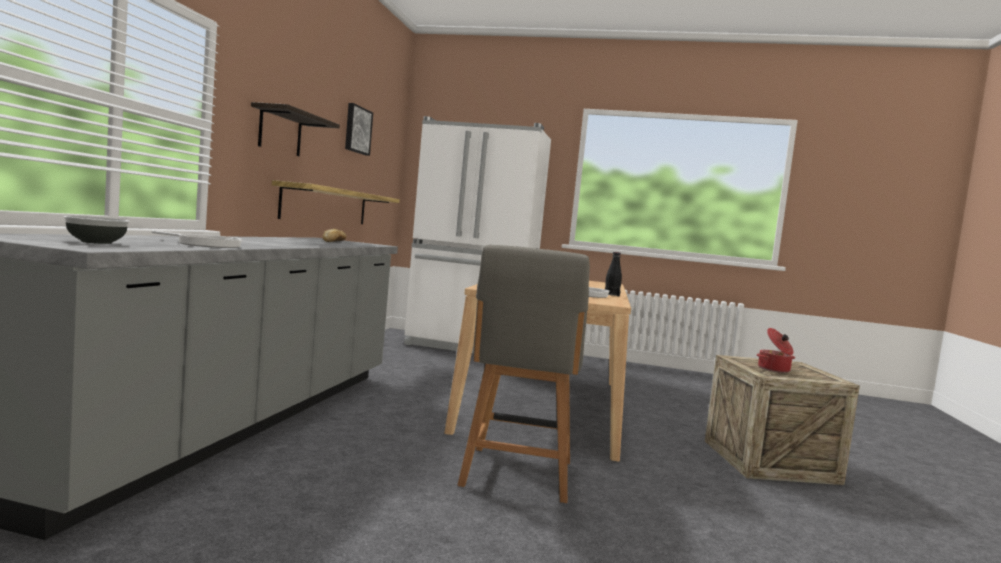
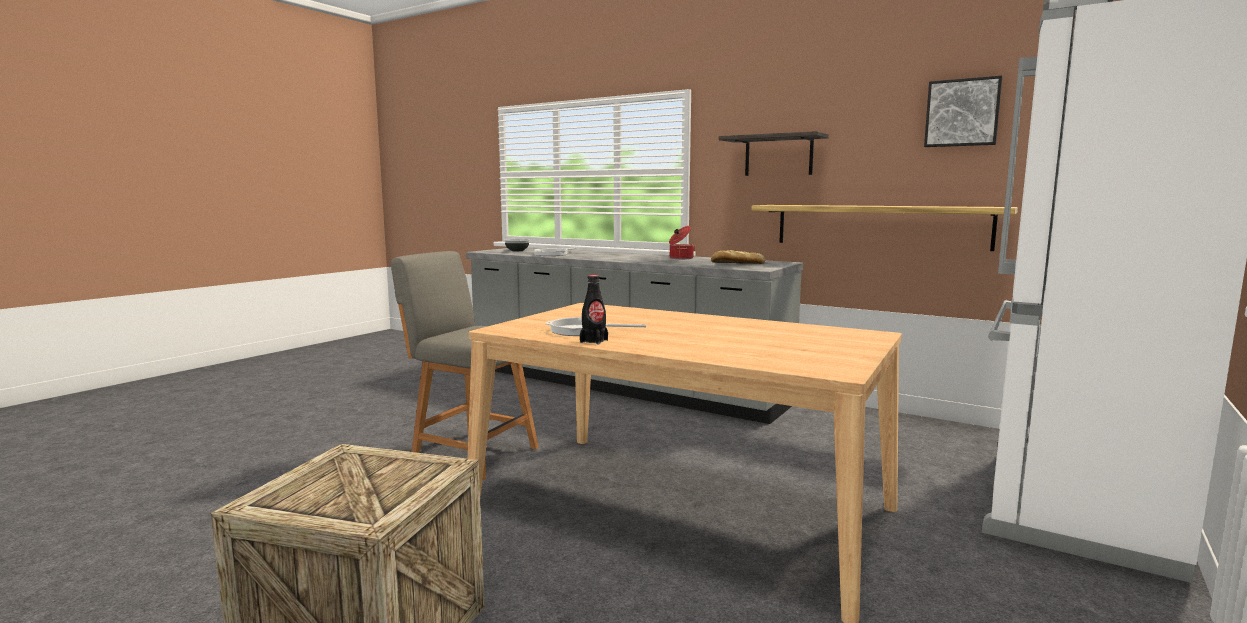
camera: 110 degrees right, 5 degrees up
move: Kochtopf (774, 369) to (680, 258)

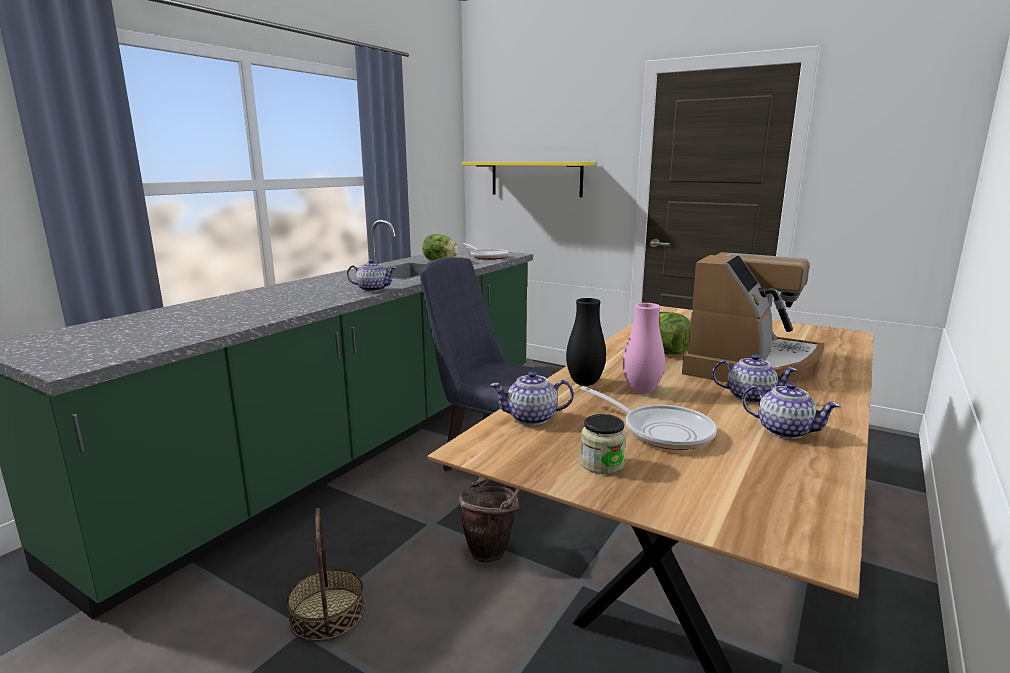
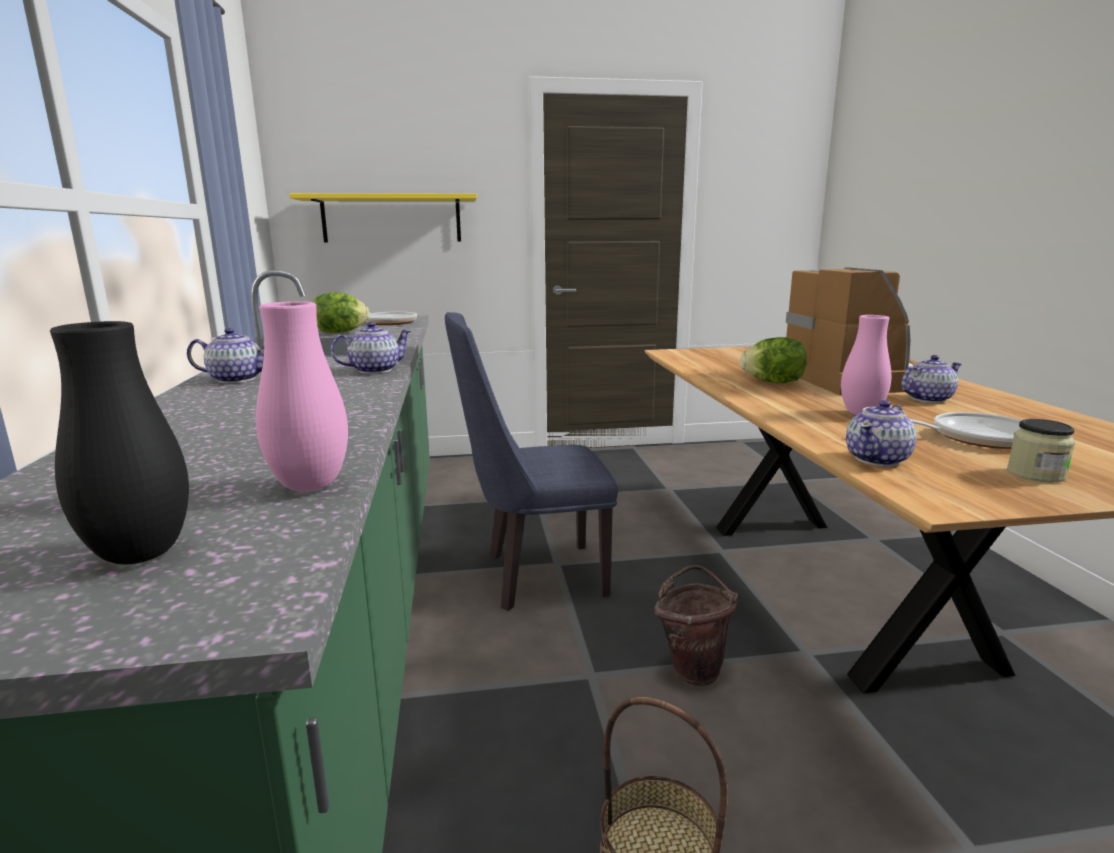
camera: 40 degrees left, 0 degrees up
insert: Vase/rosa (310, 486)
move: Vase/schwarz (584, 383) to (140, 554); Teekanne (784, 430) to (236, 379)

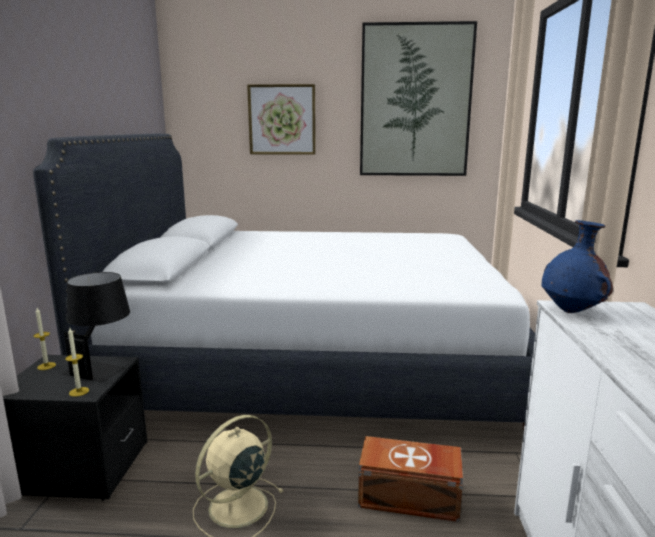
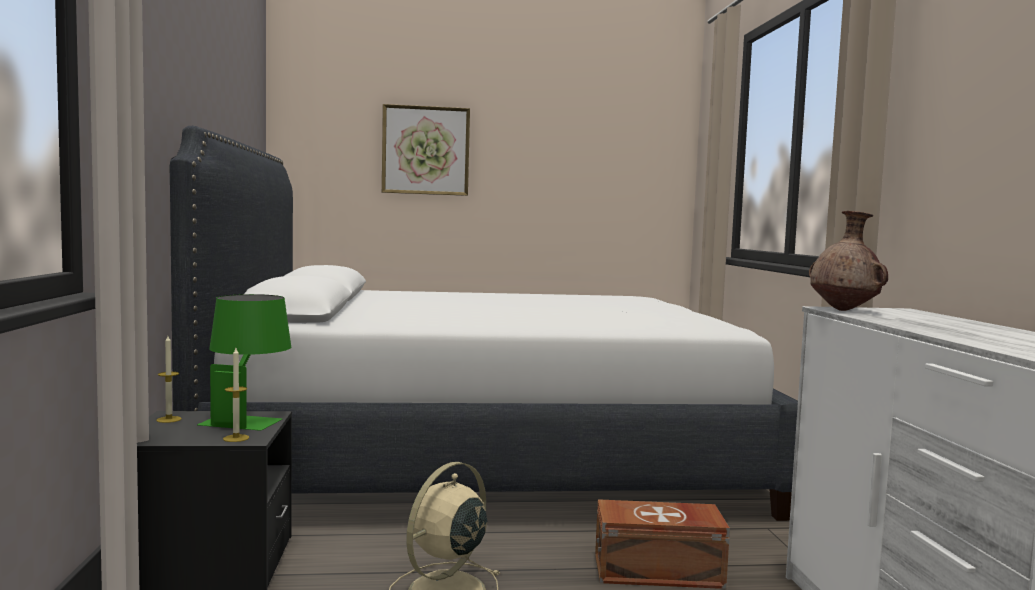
camera: 10 degrees left, 10 degrees down
delete: Bild (415, 101)
recolor: Vase/blau (572, 311) to Vase/braun (845, 310); Tischlampe/schwarz (102, 365) to Tischlampe/grün (248, 418)

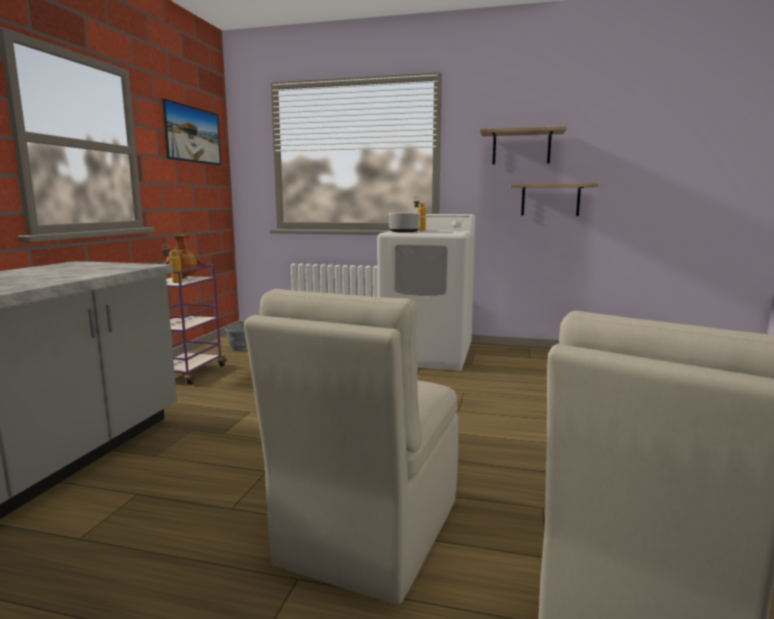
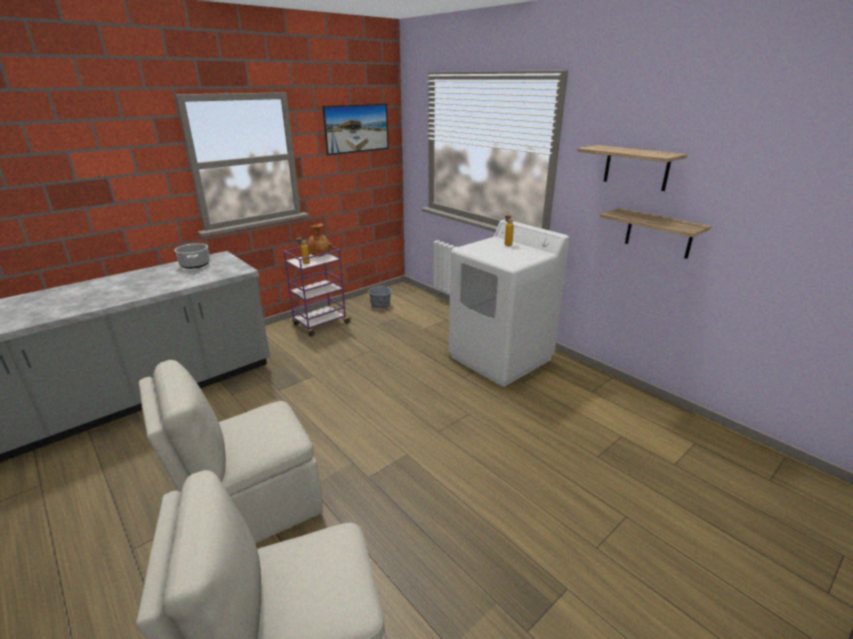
camera: 35 degrees right, 15 degrees up
move: Kochtopf (403, 231) to (194, 264)

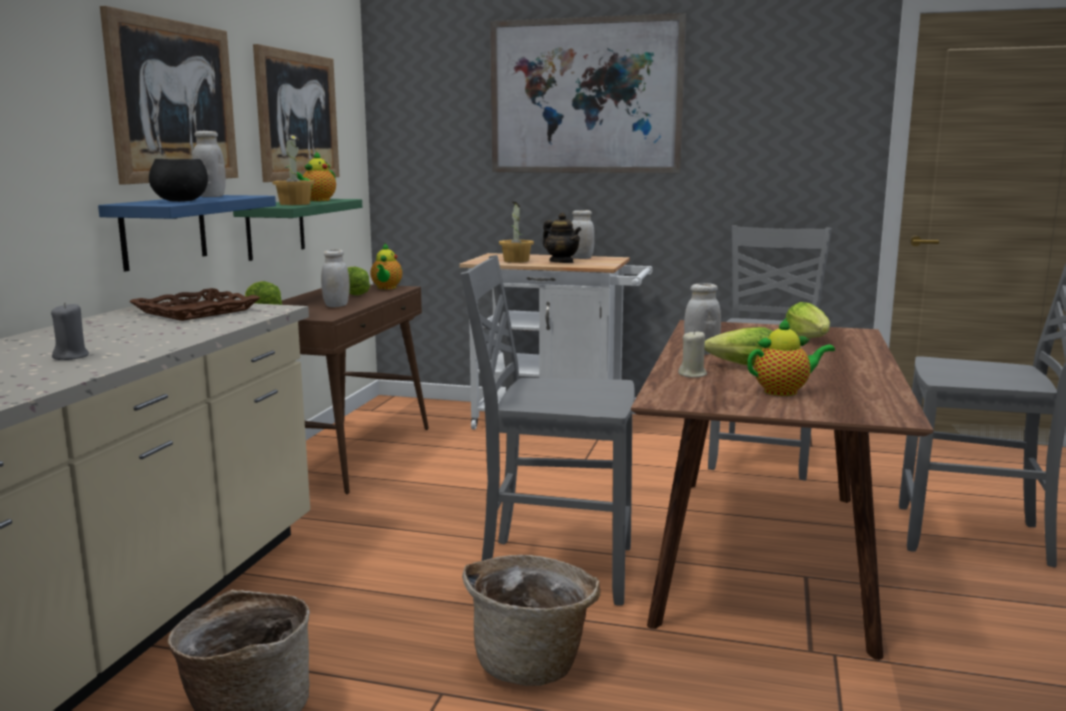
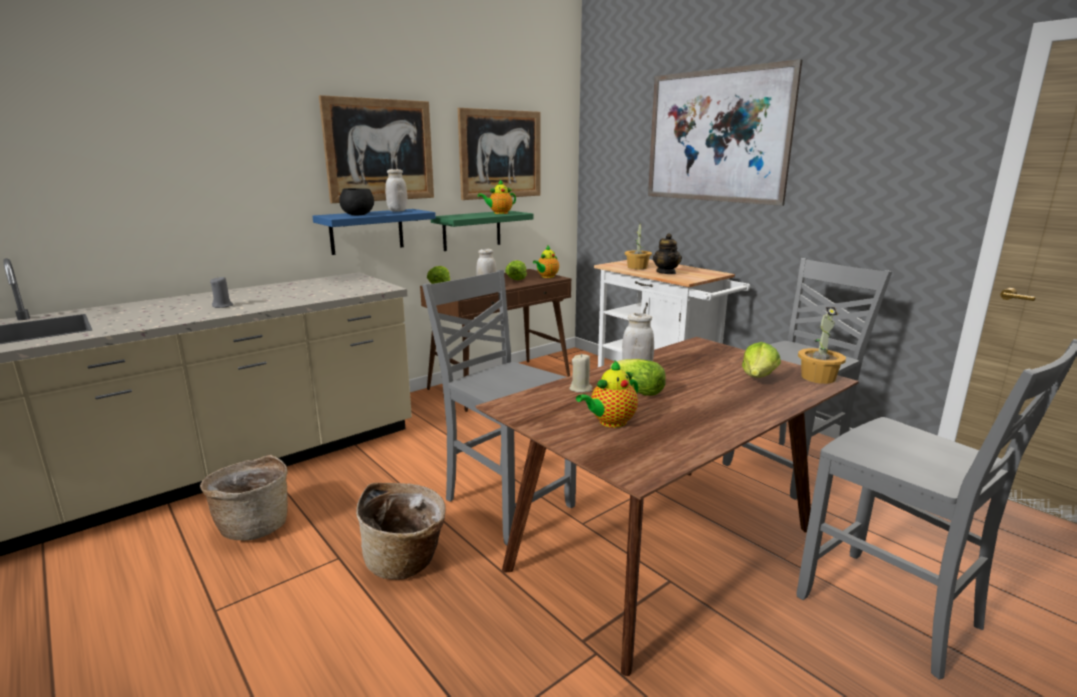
camera: 35 degrees right, 5 degrees up
delete: Vorratsglas/weiß (581, 258); Tablett/braun (196, 311)
move: Topfpflanze (294, 204) to (817, 377)
rotate: Teekanne (784, 391) = (610, 422) 120 degrees clockwise

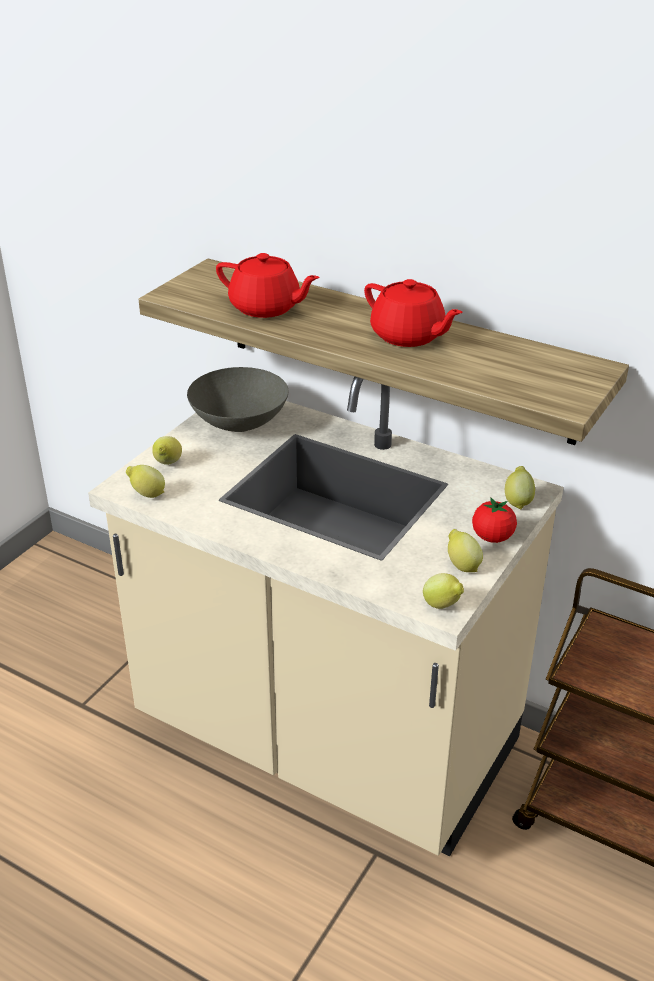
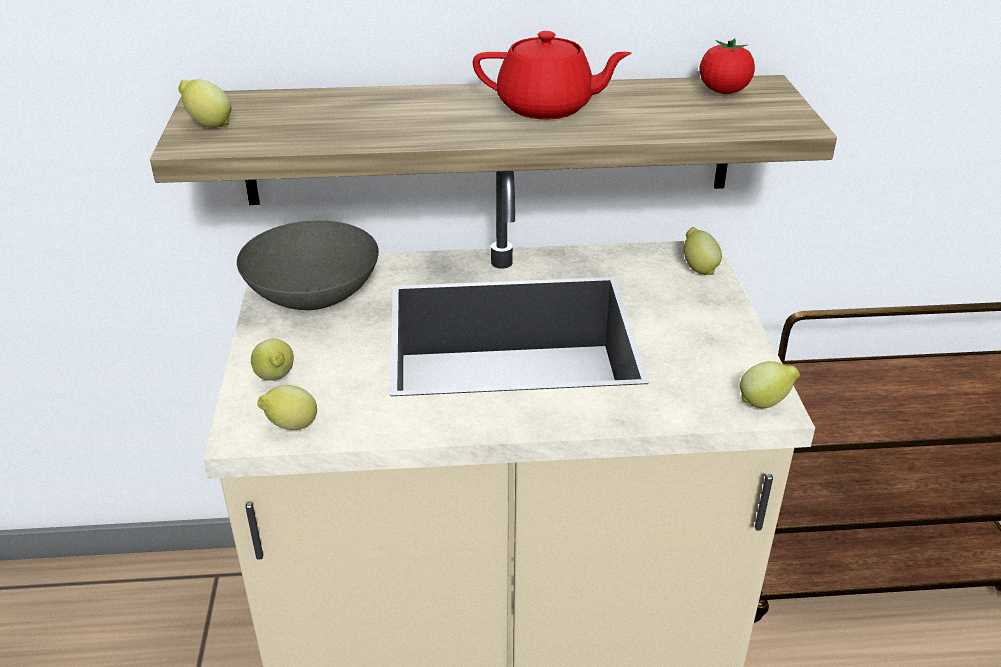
camera: 35 degrees left, 0 degrees up
delete: Teekanne/rot (266, 308)
move: Tomate (492, 537) to (723, 91); Zitrone (462, 565) to (208, 125)

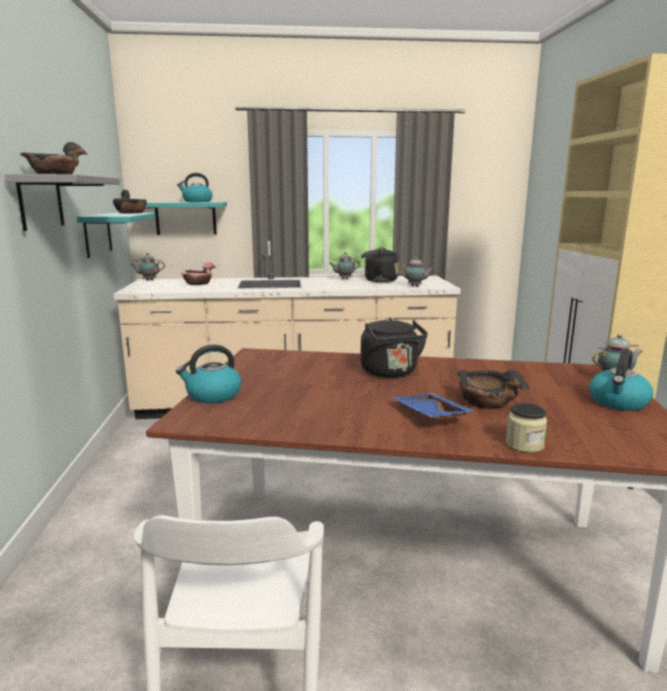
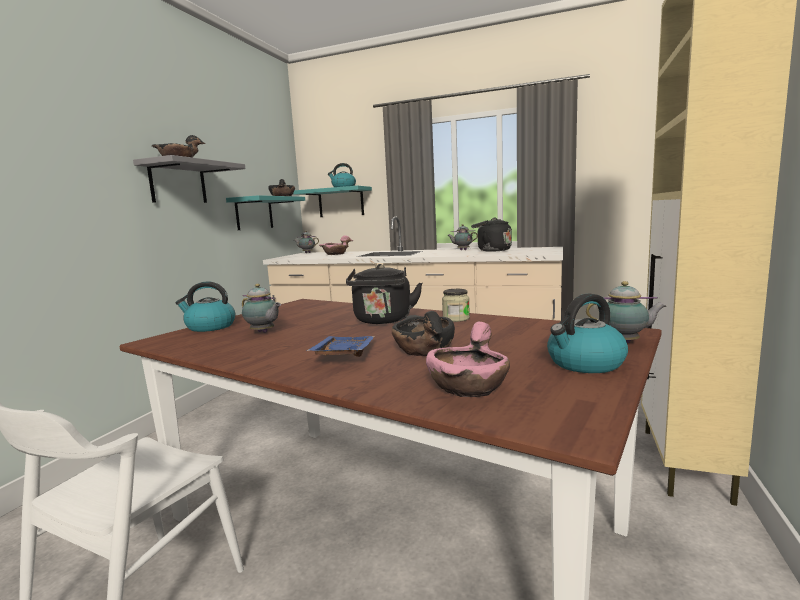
camera: 25 degrees right, 5 degrees down
insert: Schüssel/rosa (469, 387)
move: Teekanne (415, 286) to (263, 332); Vorratsglas (524, 444) to (456, 318)

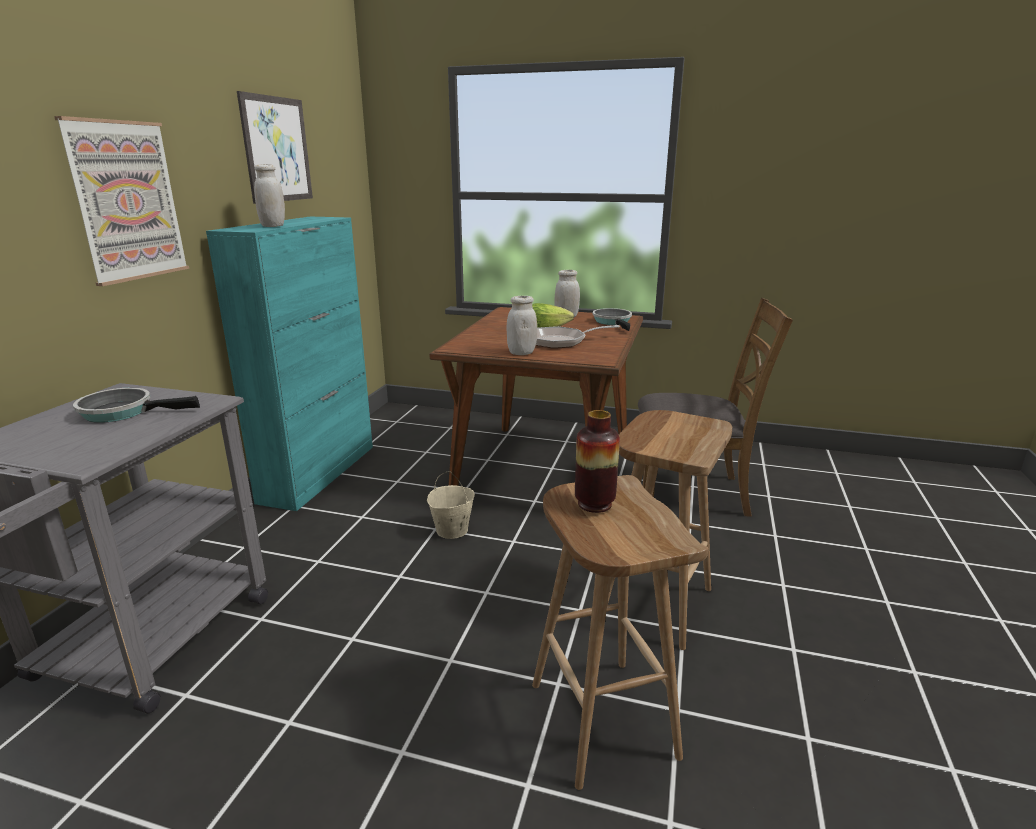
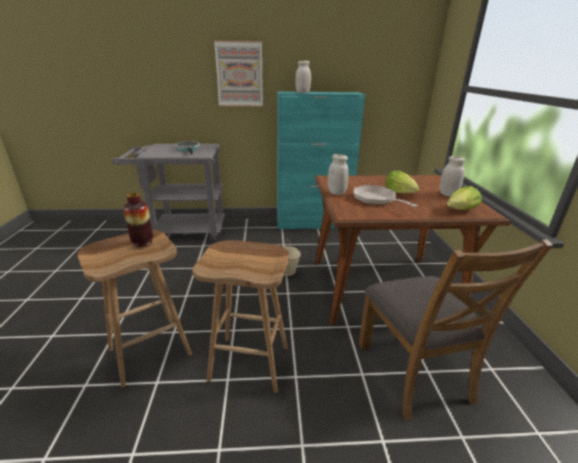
camera: 70 degrees right, 5 degrees up
delete: Bild (277, 149)
replace: Pfanne (613, 322) to Salatkopf (461, 210)

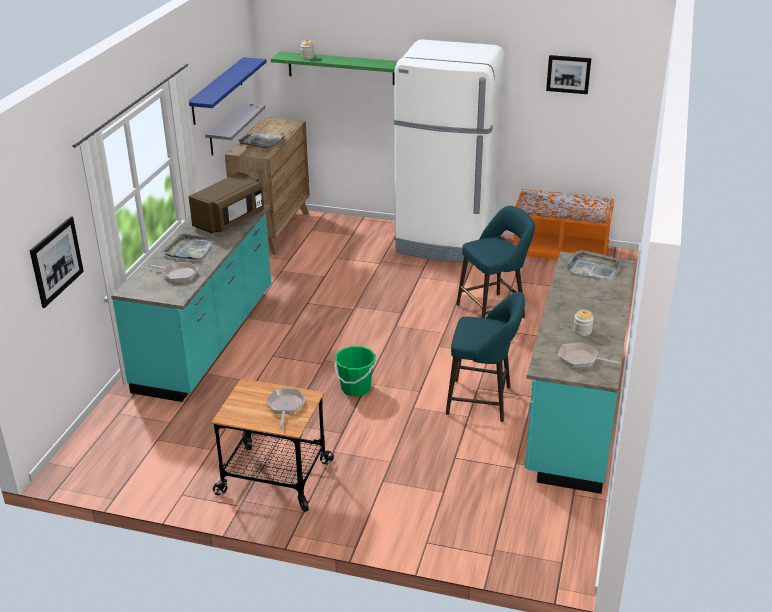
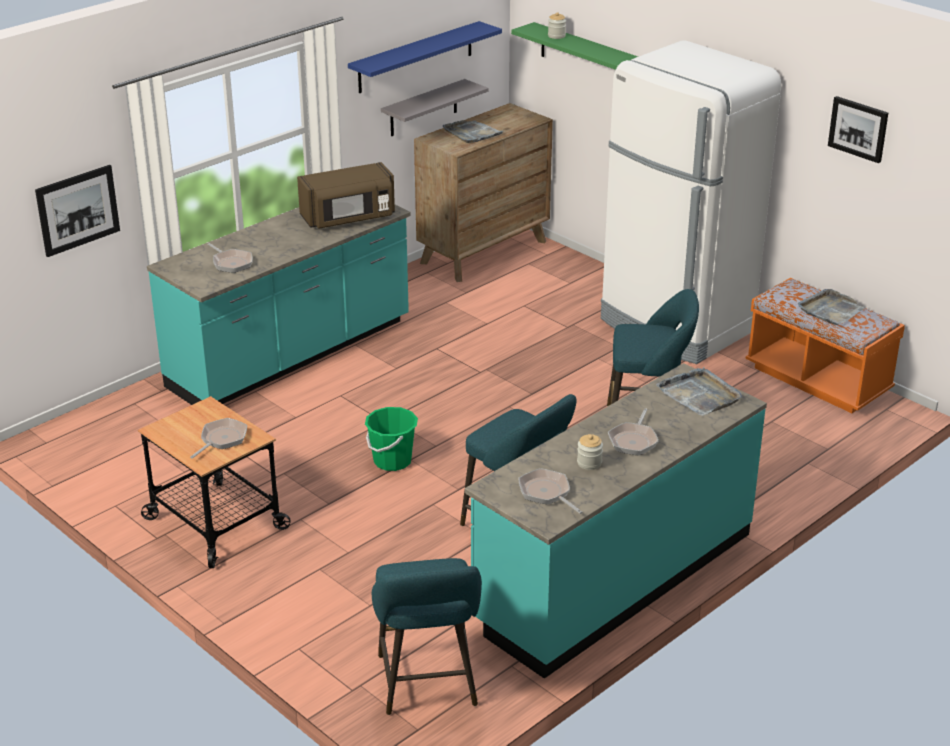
camera: 30 degrees right, 0 degrees up
insert: Pfanne (633, 440); Hocker/türkis (428, 685)
move: Tablett/grau (189, 249) to (830, 310)

